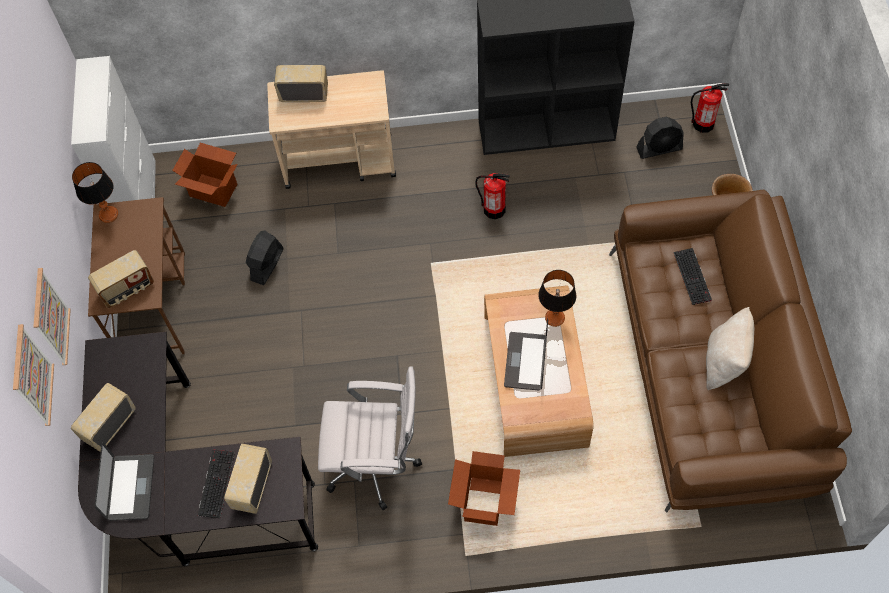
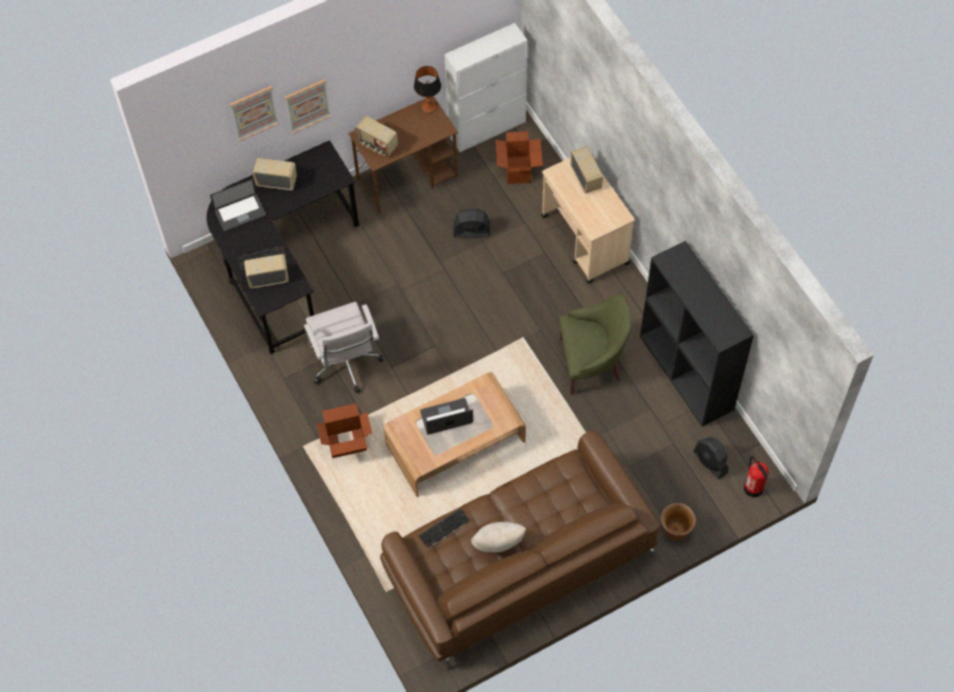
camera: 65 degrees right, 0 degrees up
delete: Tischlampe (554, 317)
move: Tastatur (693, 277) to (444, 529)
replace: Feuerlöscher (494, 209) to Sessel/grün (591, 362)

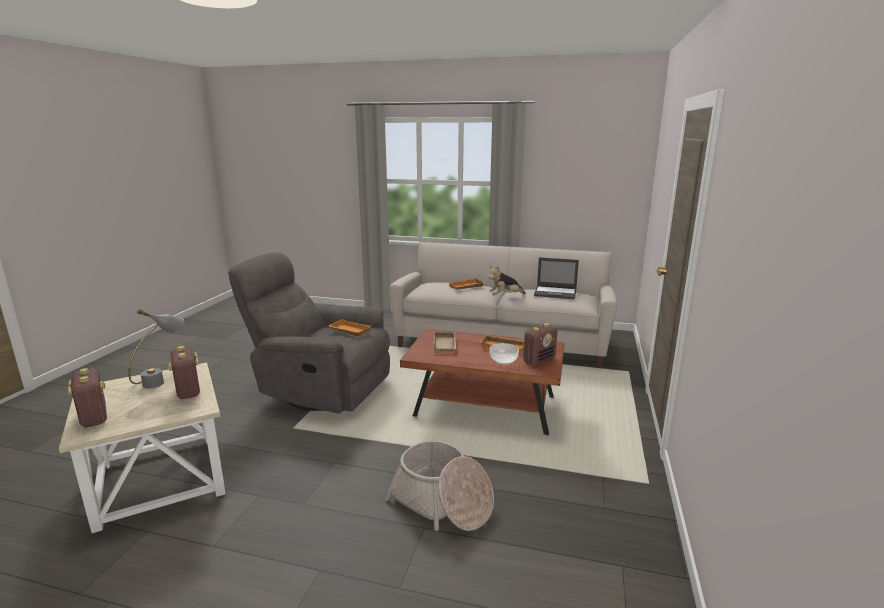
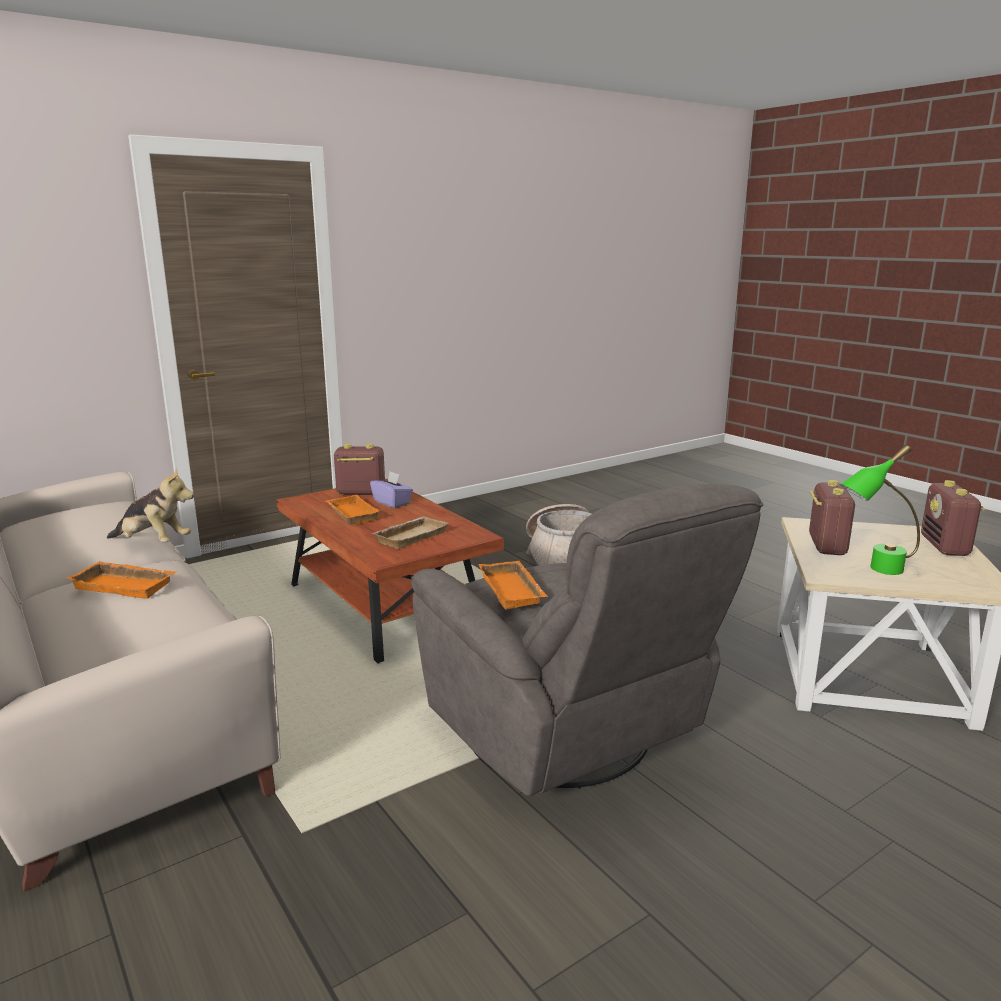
camera: 140 degrees left, 0 degrees up
delete: Laptop (556, 293)
replace: Schüssel (504, 360) to Taschentuchbox/lila (392, 503)
recolor: Tischlampe/grau (163, 380) to Tischlampe/grün (873, 570)

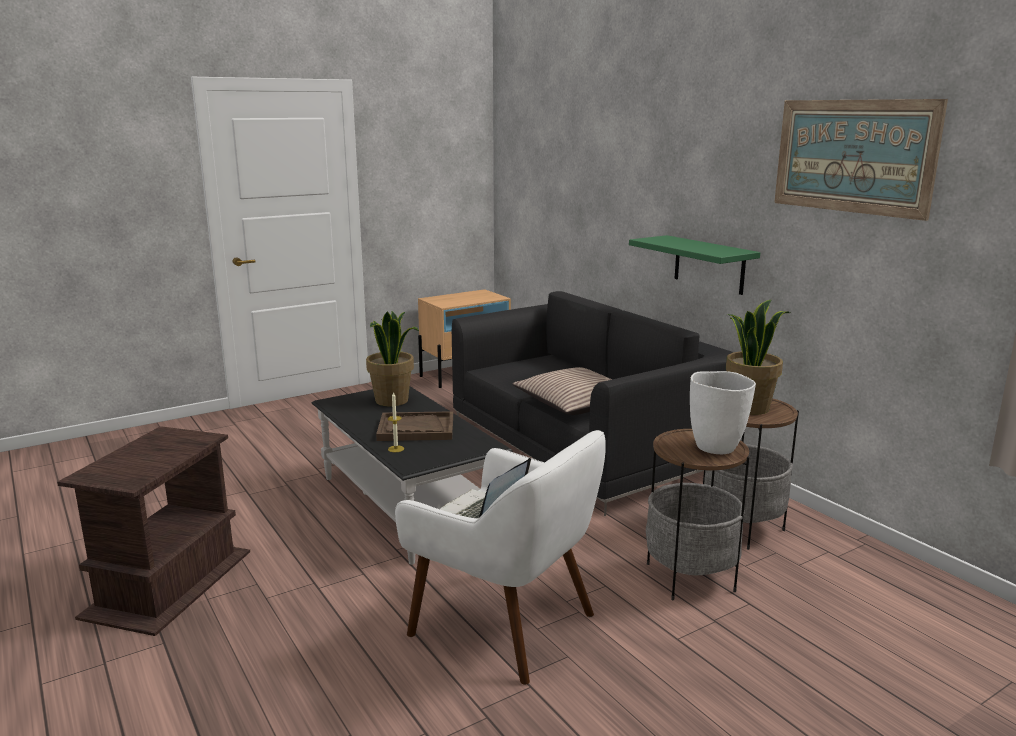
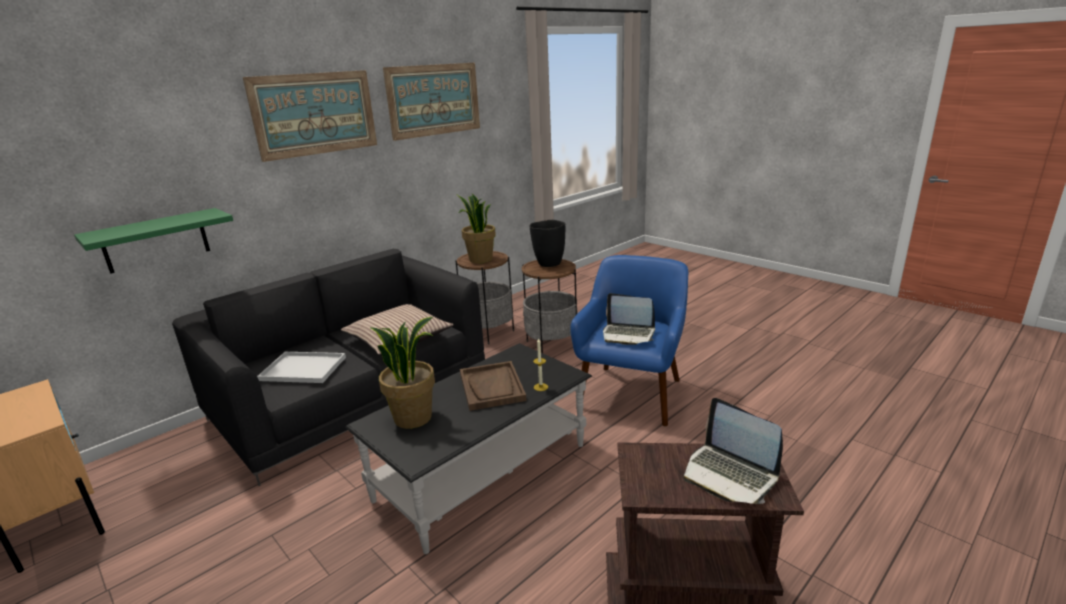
camera: 100 degrees left, 5 degrees up
insert: Bild (315, 114); Tablett/weiß (301, 369); Laptop (729, 475)
move: Wandregal/grün (709, 264) to (156, 241)
recolor: Vase/weiß (716, 447) to Vase/schwarz (548, 263); Sessel/weiß (506, 625) to Sessel/blau (632, 393)

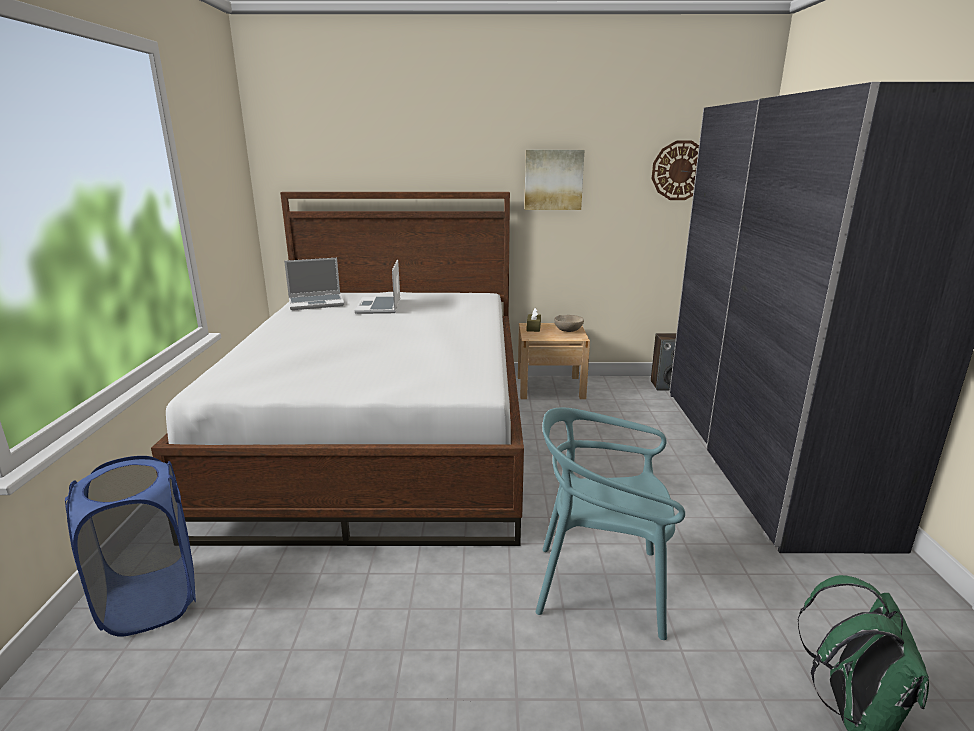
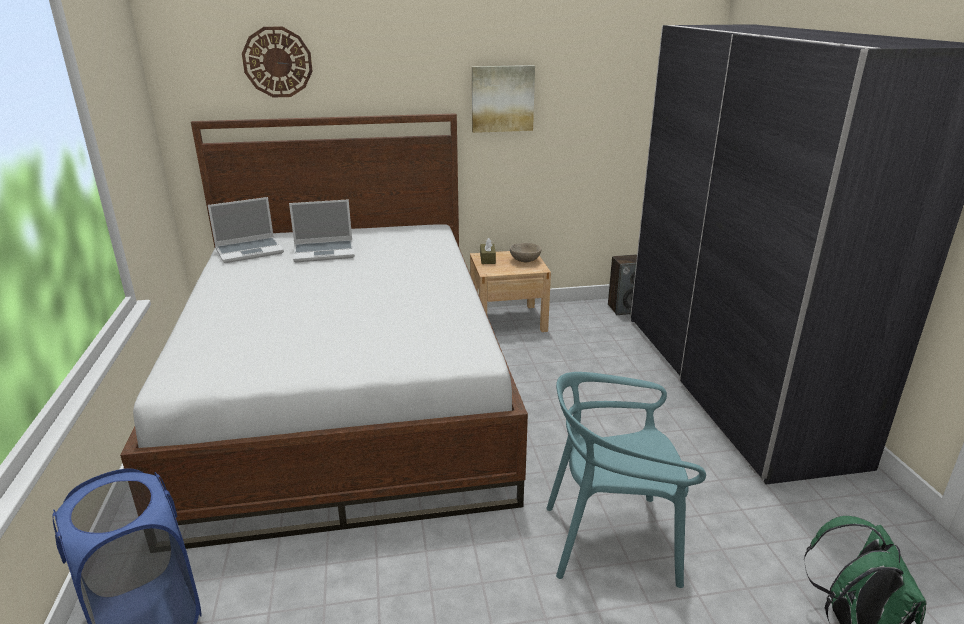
camera: 10 degrees left, 5 degrees up
move: Wanduhr (680, 170) to (277, 62)
rotate: Laptop (379, 307) = (325, 252) 90 degrees counterclockwise

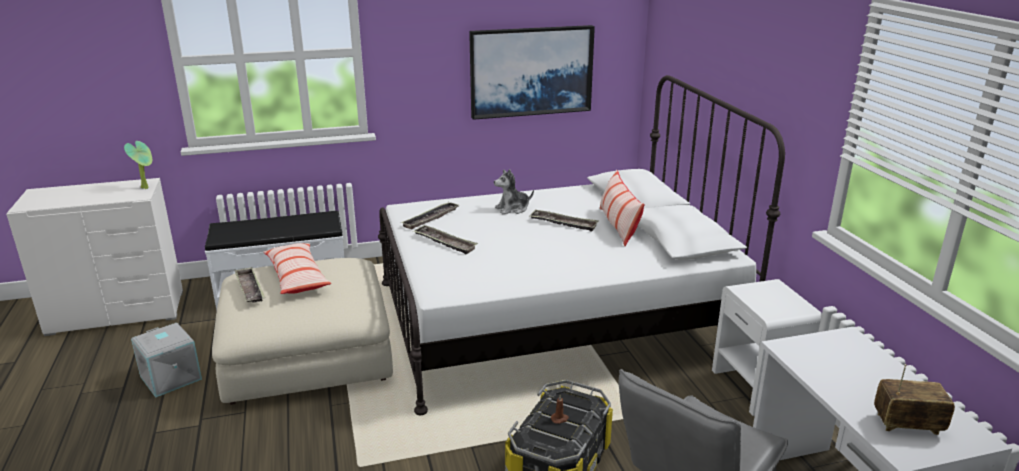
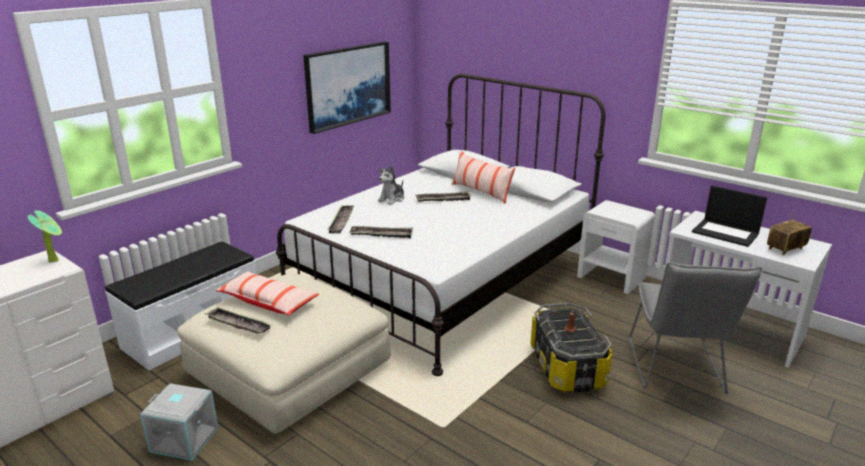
camera: 35 degrees left, 0 degrees up
insert: Laptop (726, 233)

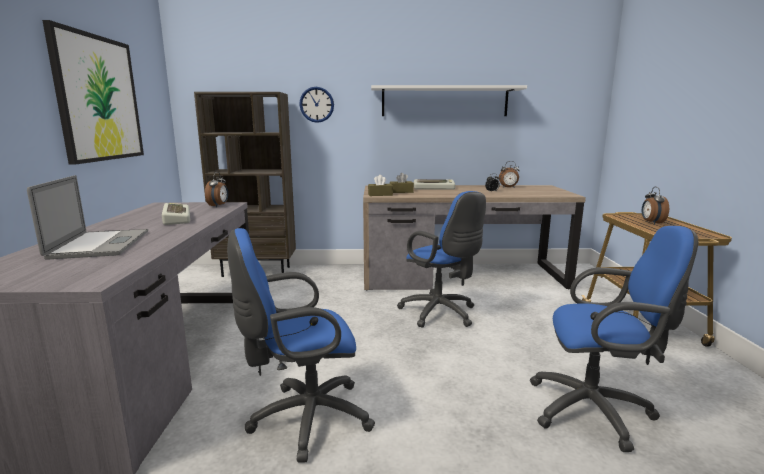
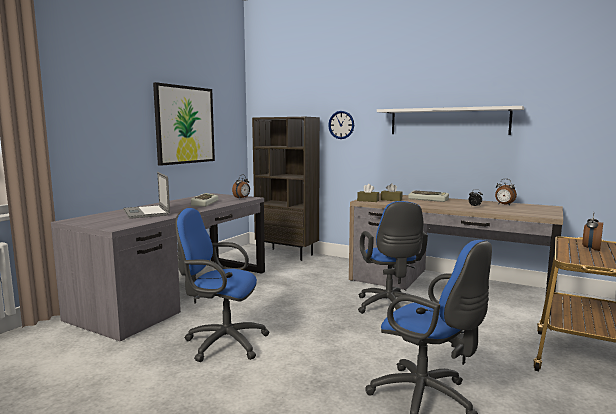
camera: 30 degrees right, 5 degrees down
rotate: Laptop (100, 244) = (146, 212) 135 degrees clockwise

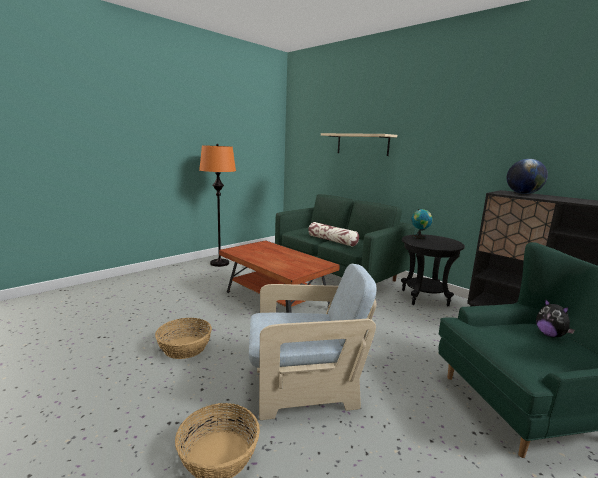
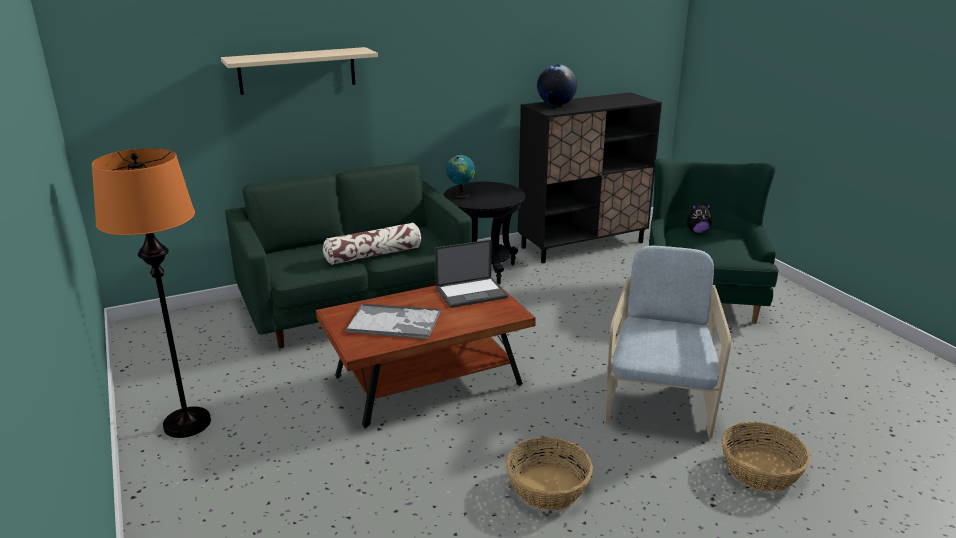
camera: 70 degrees left, 10 degrees up
insert: Laptop (472, 292); Tablett (395, 322)

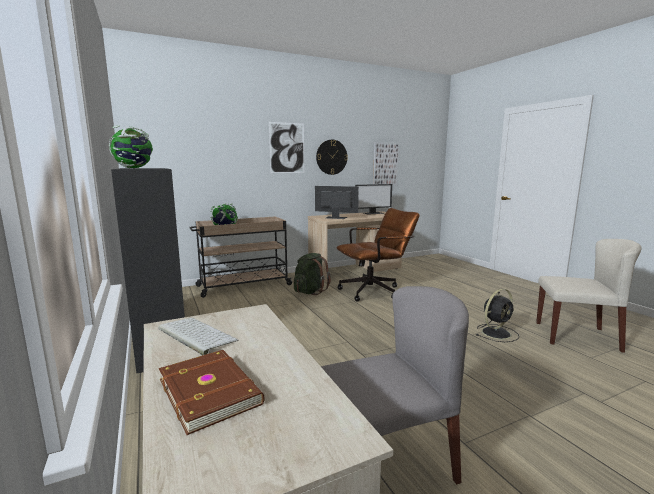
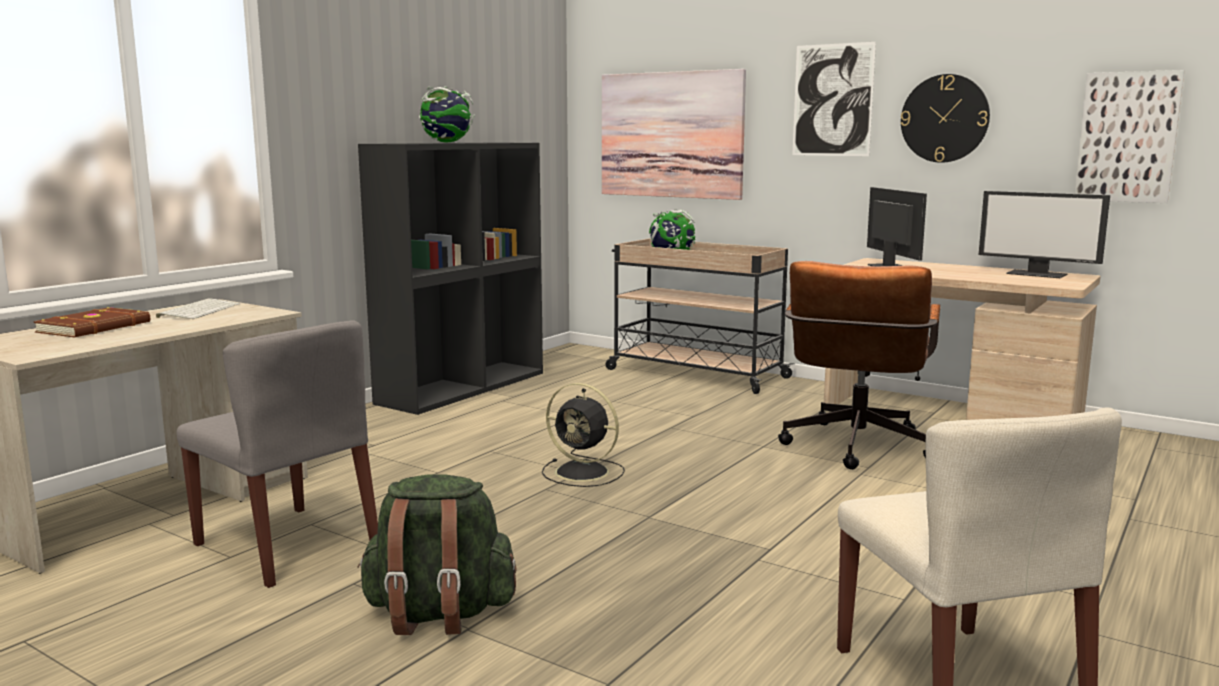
camera: 60 degrees right, 0 degrees up
insert: Bild (671, 135)
move: Rucksack/grün (310, 291) to (438, 614); Ventilator/schwarz (497, 333) to (584, 472)
rotate: Bürostuhl/braun (375, 291) = (855, 450) 75 degrees clockwise

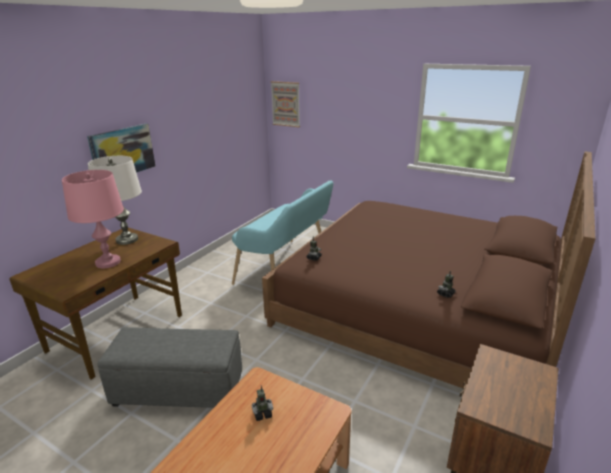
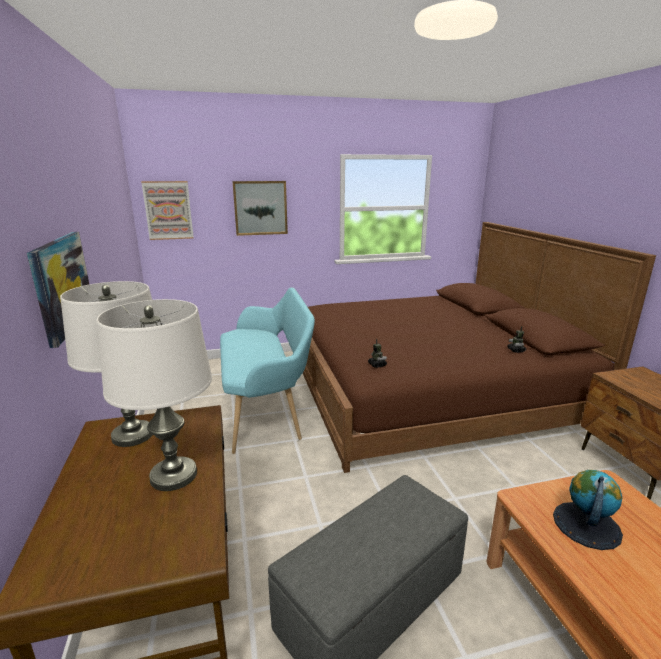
camera: 45 degrees left, 5 degrees down
insert: Bild (260, 208)
replace: Spielzeugroboter (262, 414) to Globus (586, 525)
recolor: Tischlampe/rosa (108, 262) to Tischlampe/weiß (174, 475)

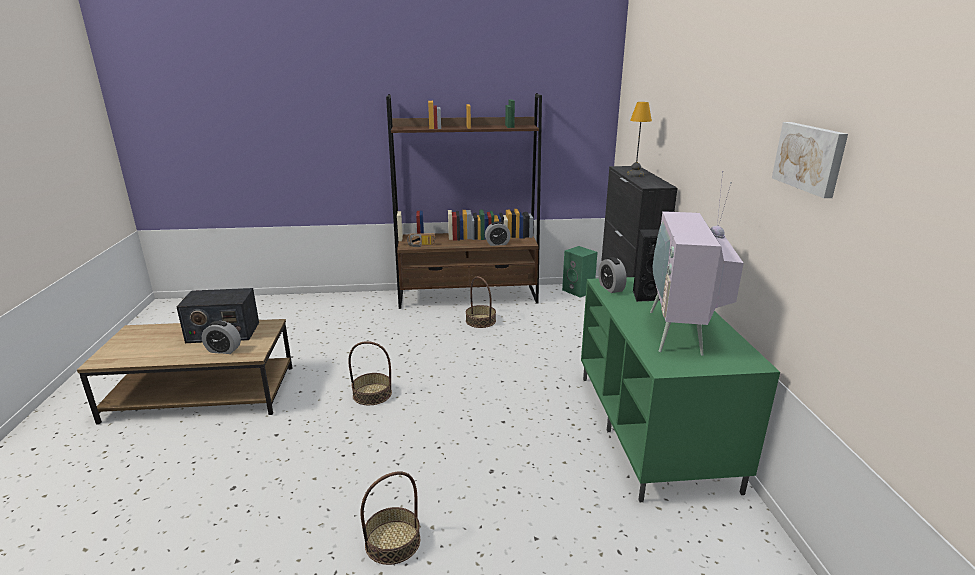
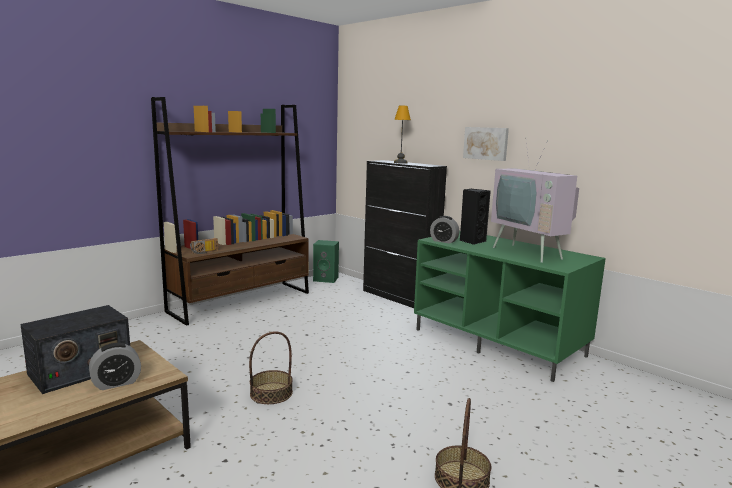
camera: 40 degrees left, 10 degrees down
delete: Wecker (497, 244); Korb (481, 321)
move: Bild (810, 158) to (486, 143)

